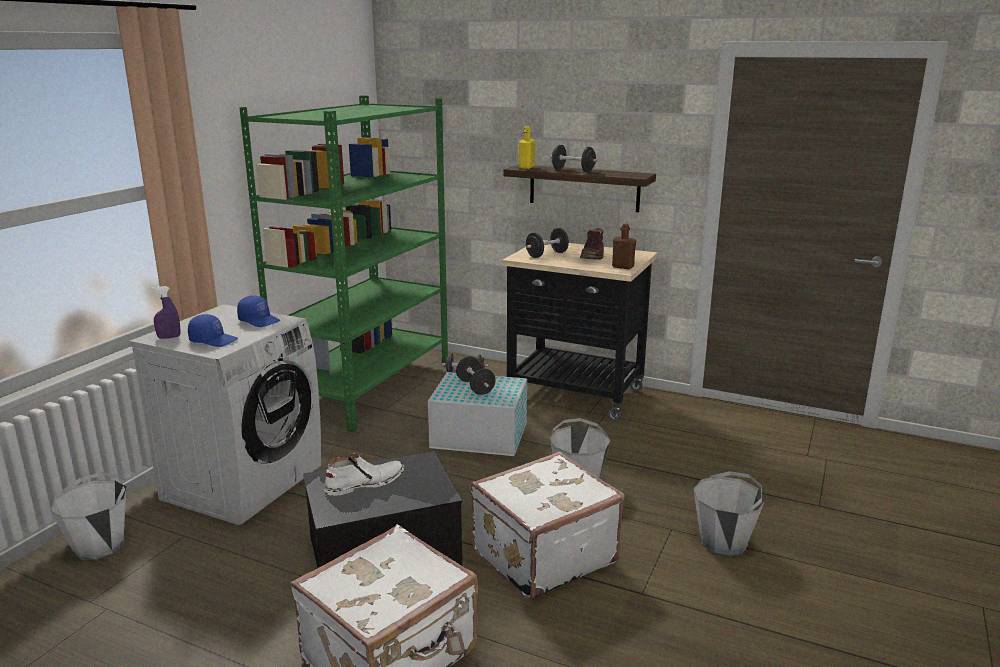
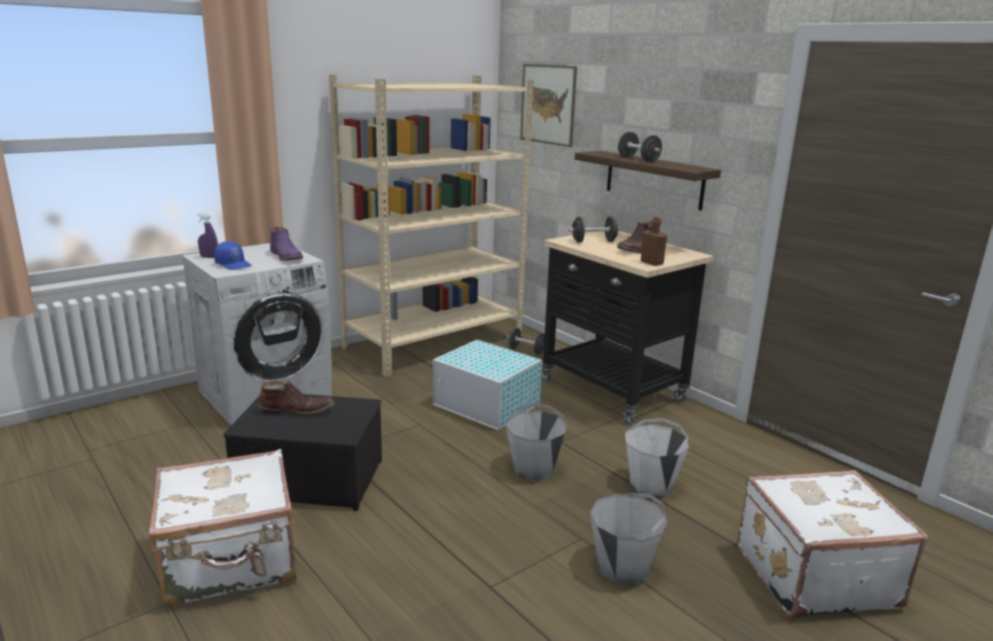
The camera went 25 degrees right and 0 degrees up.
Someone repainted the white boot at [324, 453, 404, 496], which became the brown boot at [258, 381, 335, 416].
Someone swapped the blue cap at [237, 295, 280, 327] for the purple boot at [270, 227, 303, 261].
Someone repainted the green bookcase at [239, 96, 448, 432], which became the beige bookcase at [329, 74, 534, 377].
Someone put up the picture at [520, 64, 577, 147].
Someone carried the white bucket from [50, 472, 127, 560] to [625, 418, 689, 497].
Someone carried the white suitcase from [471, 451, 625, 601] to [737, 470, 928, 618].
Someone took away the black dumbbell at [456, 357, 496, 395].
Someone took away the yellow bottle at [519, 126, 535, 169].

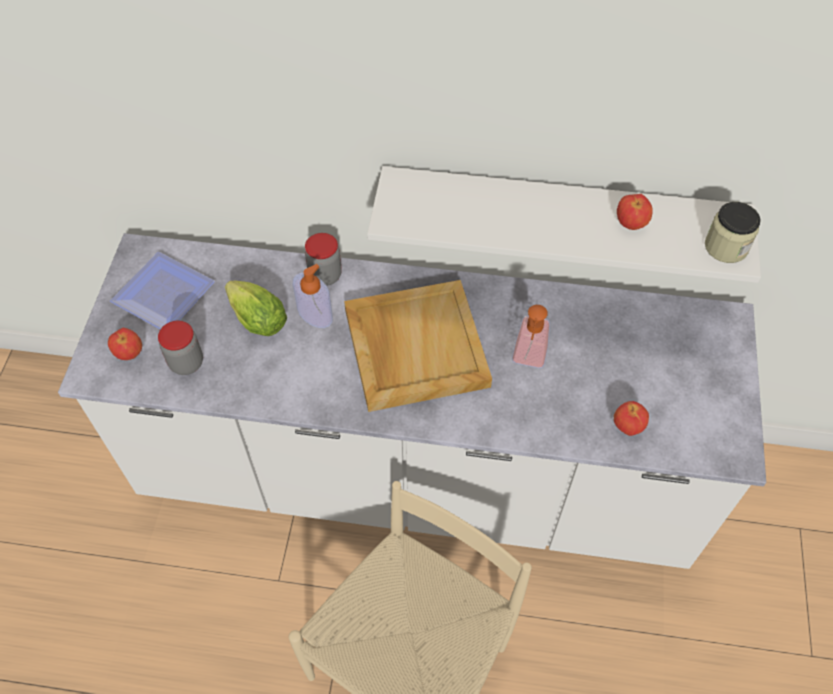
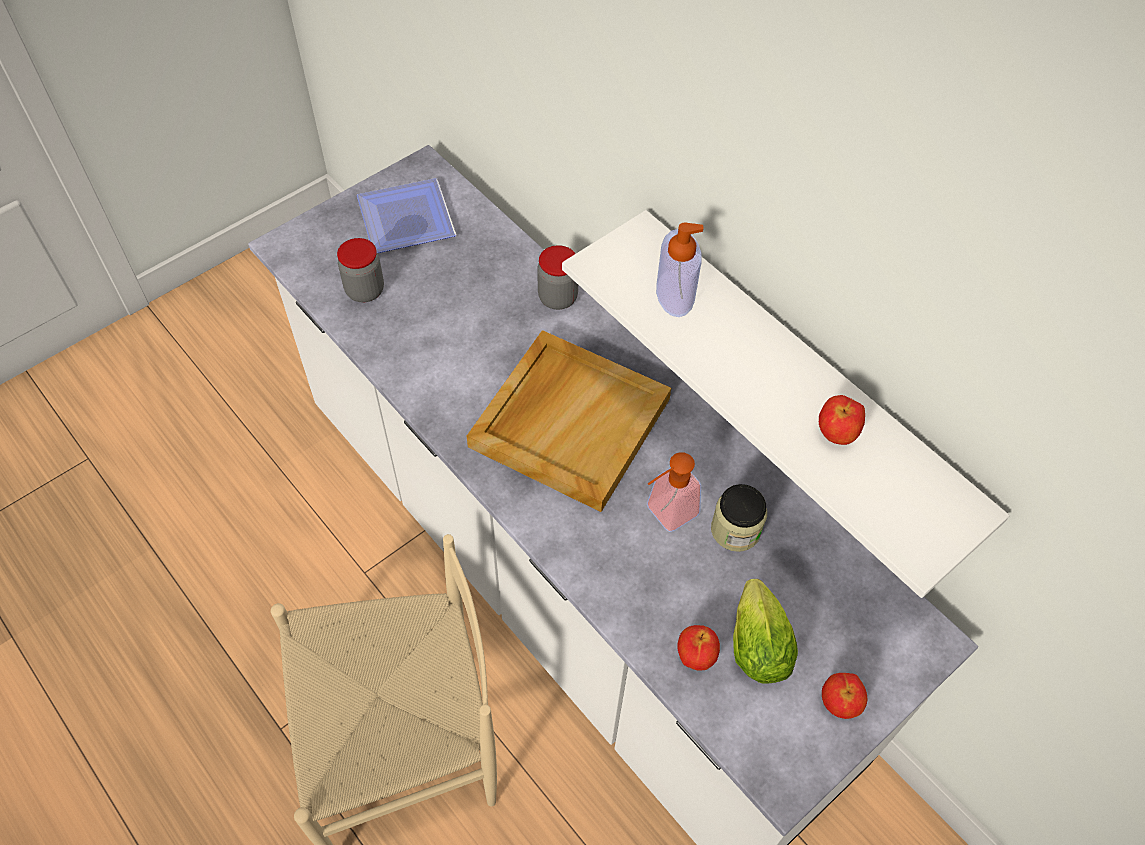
The camera went 40 degrees right and 0 degrees up.
Someone carried the soap dispenser from [293, 264, 333, 328] to [656, 222, 704, 317].
Someone carried the jar from [705, 202, 761, 263] to [711, 484, 767, 552].
Someone carried the lettuce from [225, 281, 287, 336] to [733, 579, 798, 684].
Someone carried the apple from [108, 328, 142, 360] to [822, 673, 868, 719].

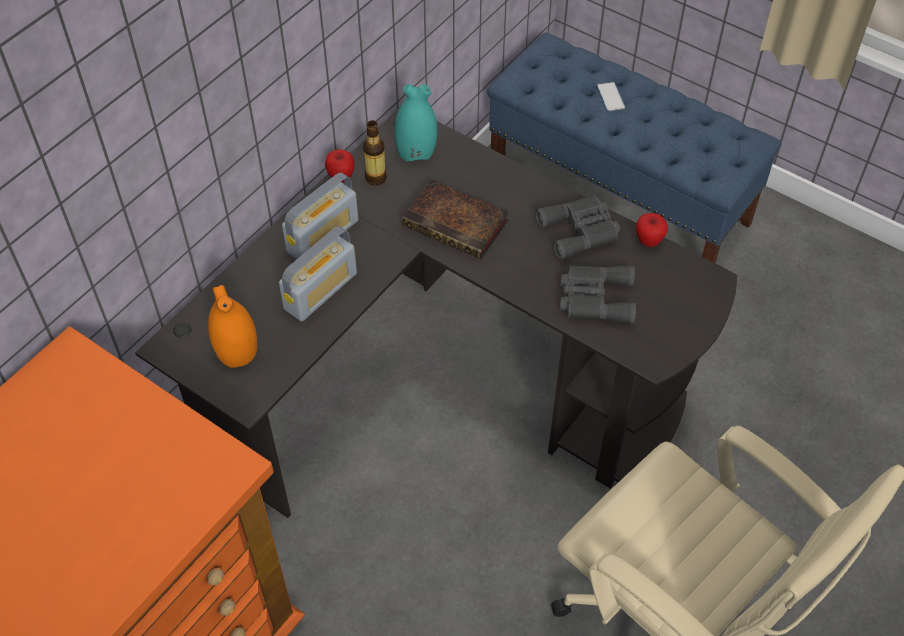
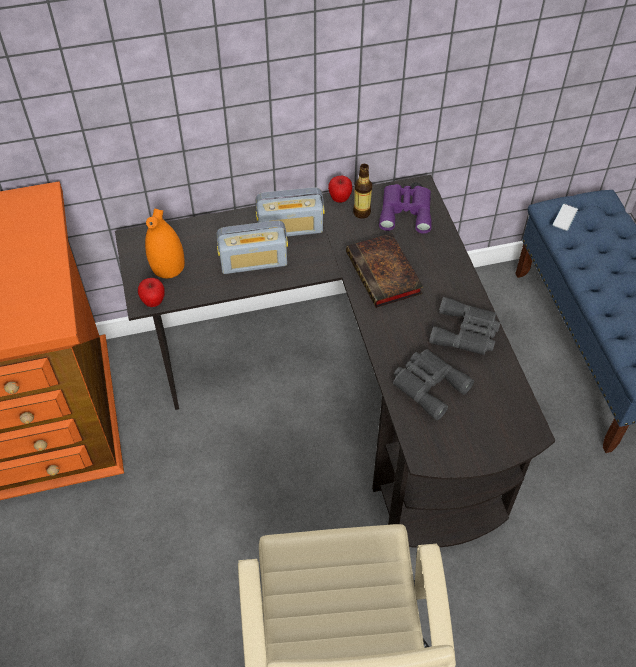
The camera went 40 degrees right and 0 degrees up.
Someone carried the apple from [636, 213, 668, 247] to [138, 278, 164, 307].
Someone swapped the turquoise vase at [395, 83, 437, 161] for the purple binoculars at [379, 184, 432, 234].
Someone carried the phone from [597, 82, 625, 111] to [552, 204, 578, 231].

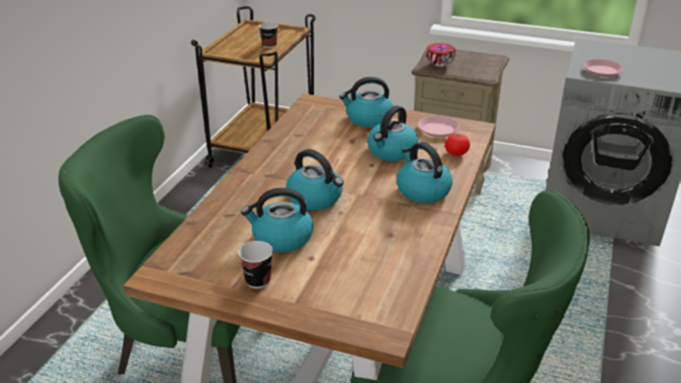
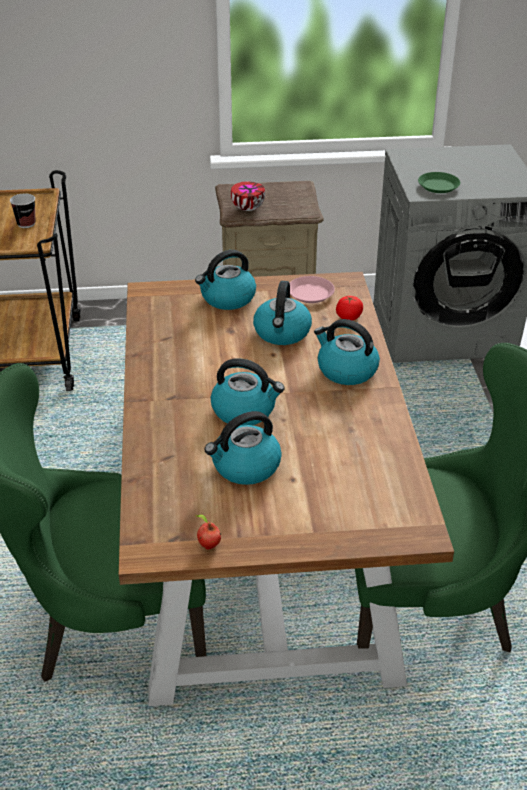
The camera went 25 degrees left and 5 degrees up.
Someone put down the apple at [195, 515, 221, 550].
Someone repainted the pink plate at [584, 59, 623, 77], which became the green plate at [418, 172, 460, 193].
Someone took away the cup at [238, 241, 273, 288].

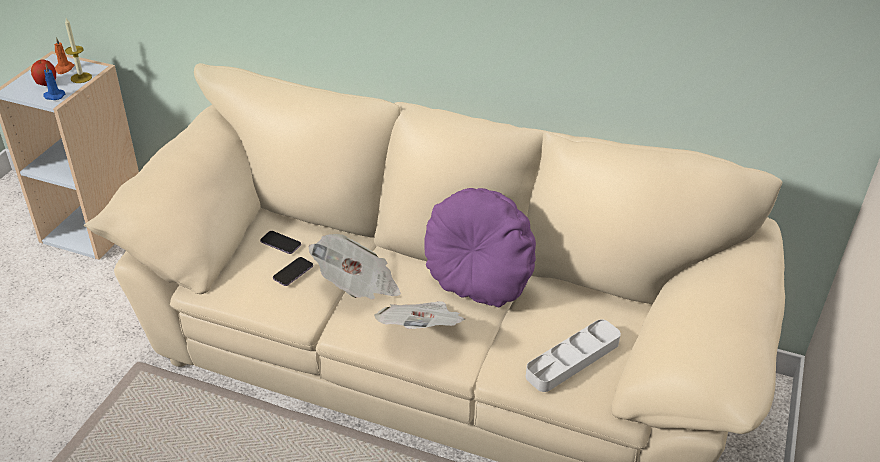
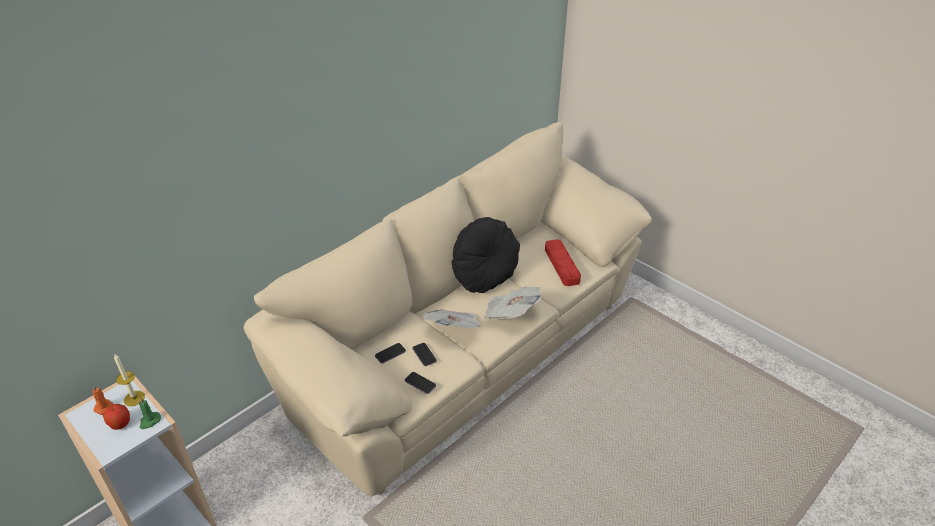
The camera went 65 degrees left and 0 degrees up.
Someone repainted the blue candle at [43, 65, 65, 100], which became the green candle at [139, 397, 161, 429].
Someone put down the phone at [405, 372, 436, 394].
Someone repainted the purple pillow at [424, 188, 536, 307], which became the black pillow at [451, 217, 520, 293].
Someone repainted the grey tray at [526, 319, 621, 392], which became the red tray at [545, 239, 581, 286].

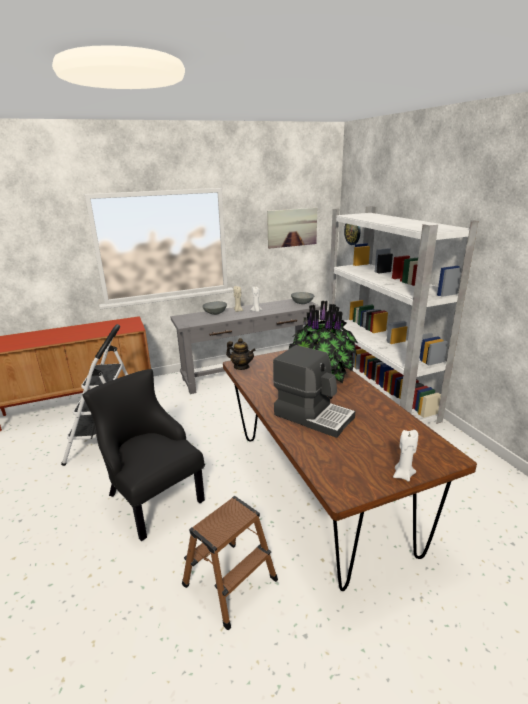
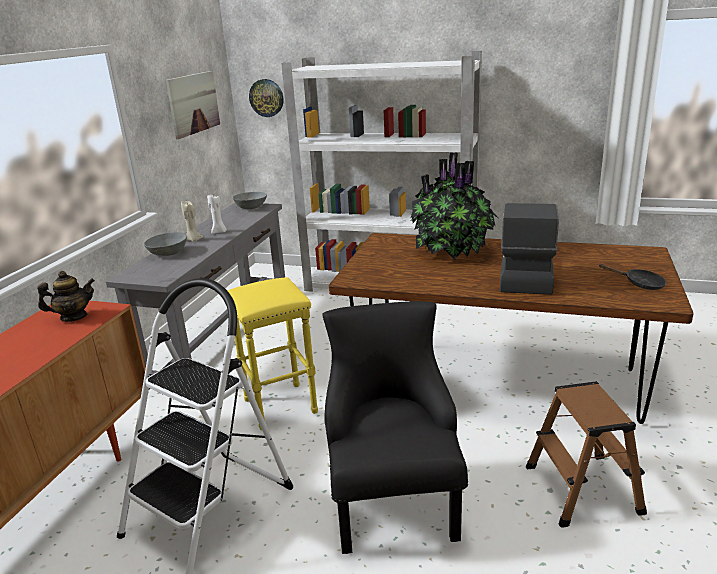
The camera went 50 degrees left and 0 degrees up.
Someone carried the teapot from [226, 338, 256, 370] to [37, 271, 95, 322].
Someone put down the yellow stool at [227, 277, 318, 430].
Someone rotated the black chair at [83, 369, 205, 541] by 90 degrees clockwise.
Someone rotated the coffee machine at [273, 345, 355, 438] by 60 degrees counterclockwise.
Someone put down the black frying pan at [599, 264, 666, 290].
Someone took away the white candle at [393, 430, 418, 481].

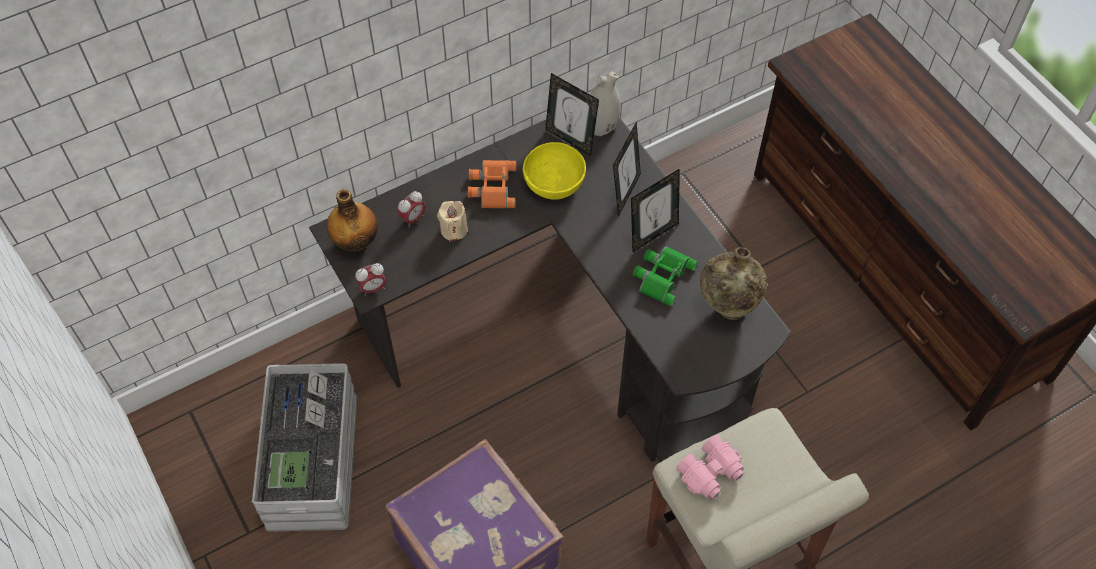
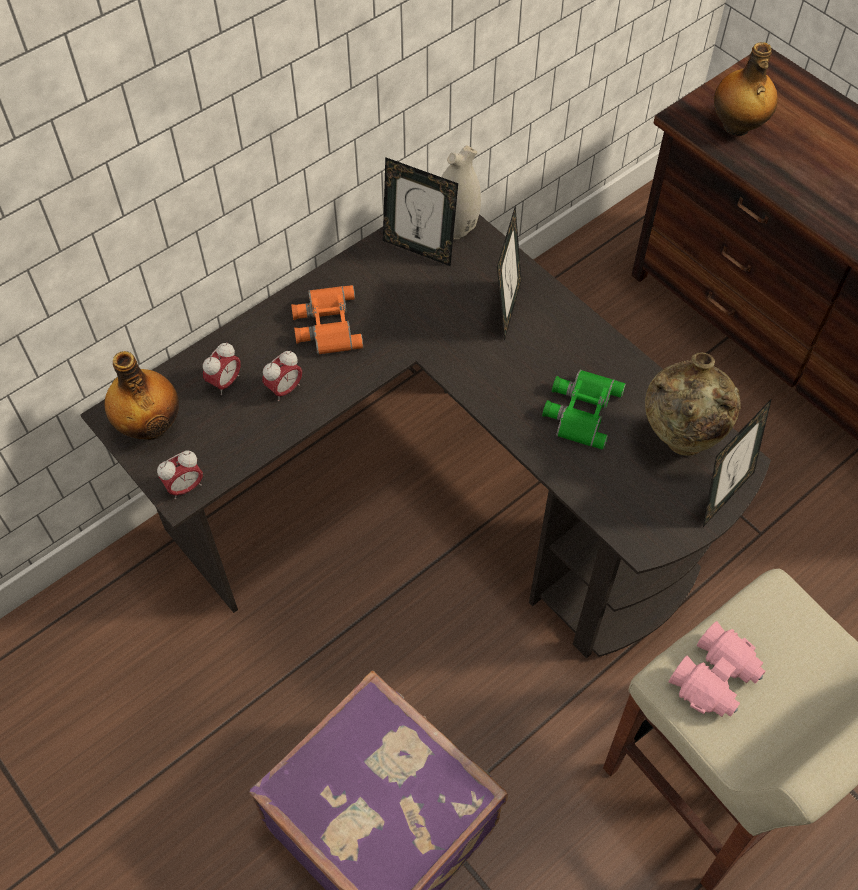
The camera went 10 degrees left and 0 degrees up.
Someone swapped the beige candle at [437, 201, 468, 242] for the alarm clock at [262, 351, 302, 401].
Someone carried the picture frame from [631, 168, 680, 252] to [703, 398, 772, 527].
Someone put down the bottle at [714, 42, 778, 136].
Someone took away the grey storage box at [251, 363, 357, 532].
Someone took away the yellow bowl at [523, 142, 586, 200].

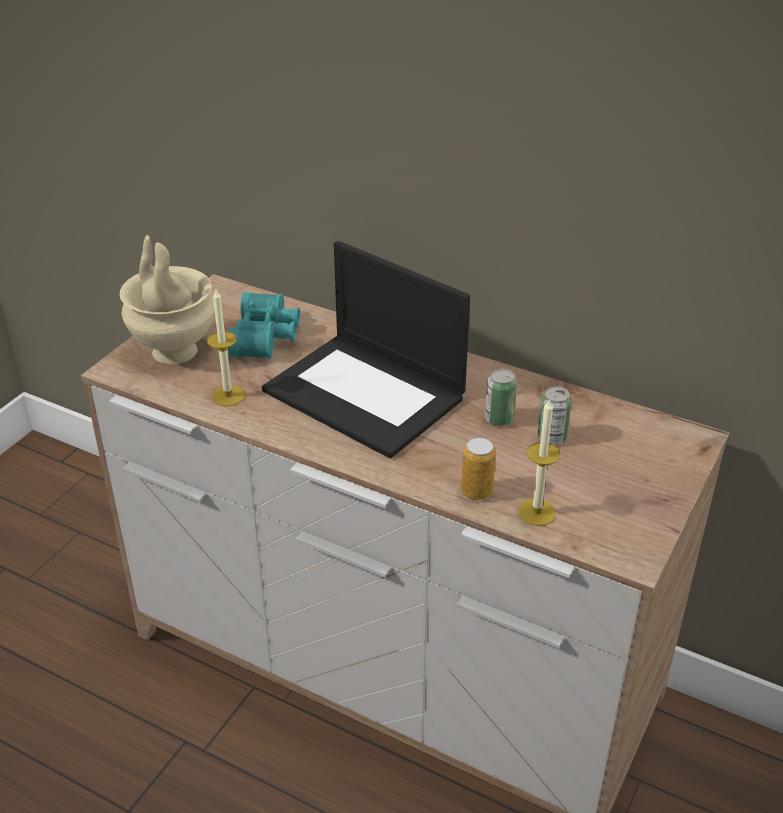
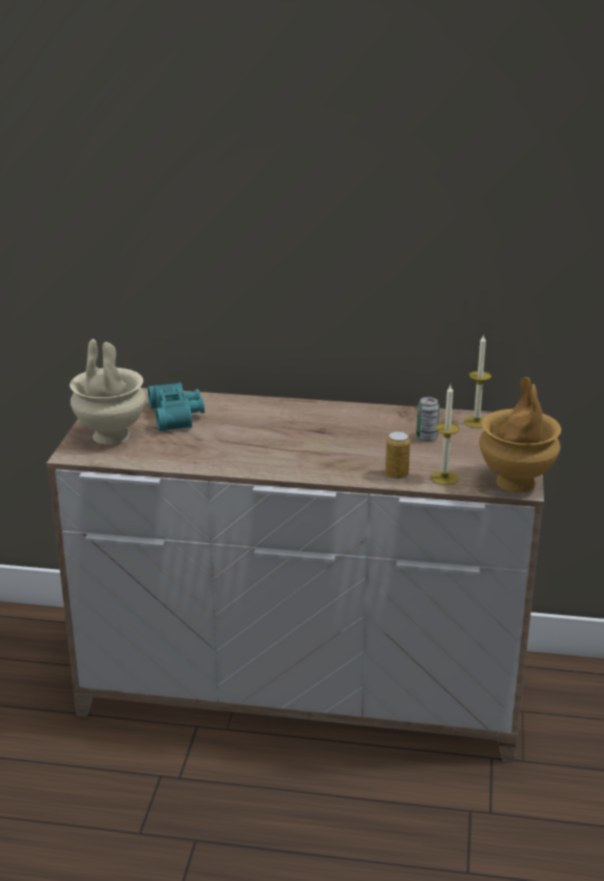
The camera went 20 degrees left and 10 degrees down.
Someone carried the candle from [207, 290, 245, 406] to [464, 334, 491, 428].
Someone put down the brown vase at [479, 377, 561, 492].
Someone took away the laptop at [262, 241, 470, 458].
Someone took away the can at [485, 369, 517, 426].

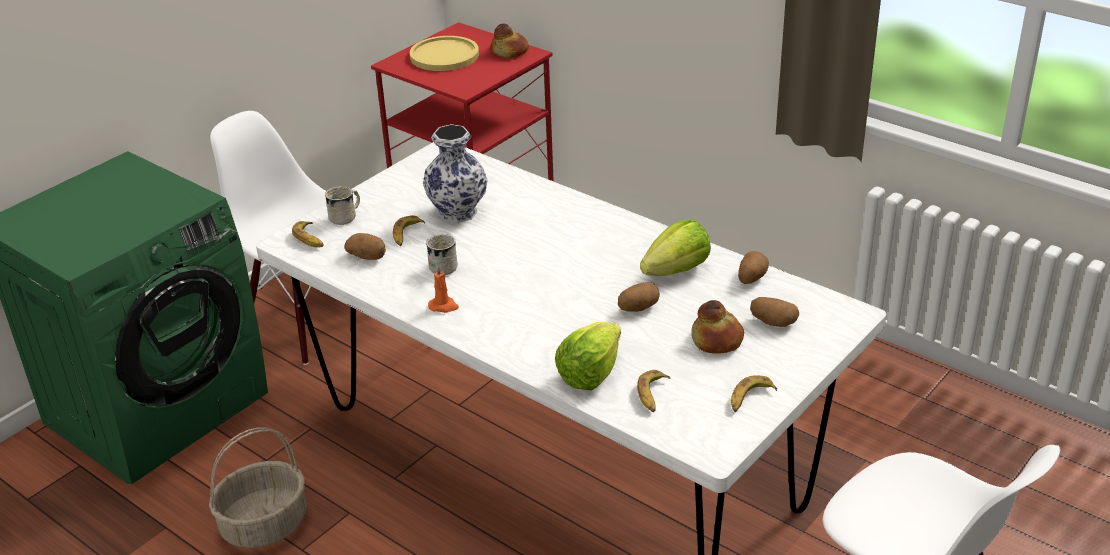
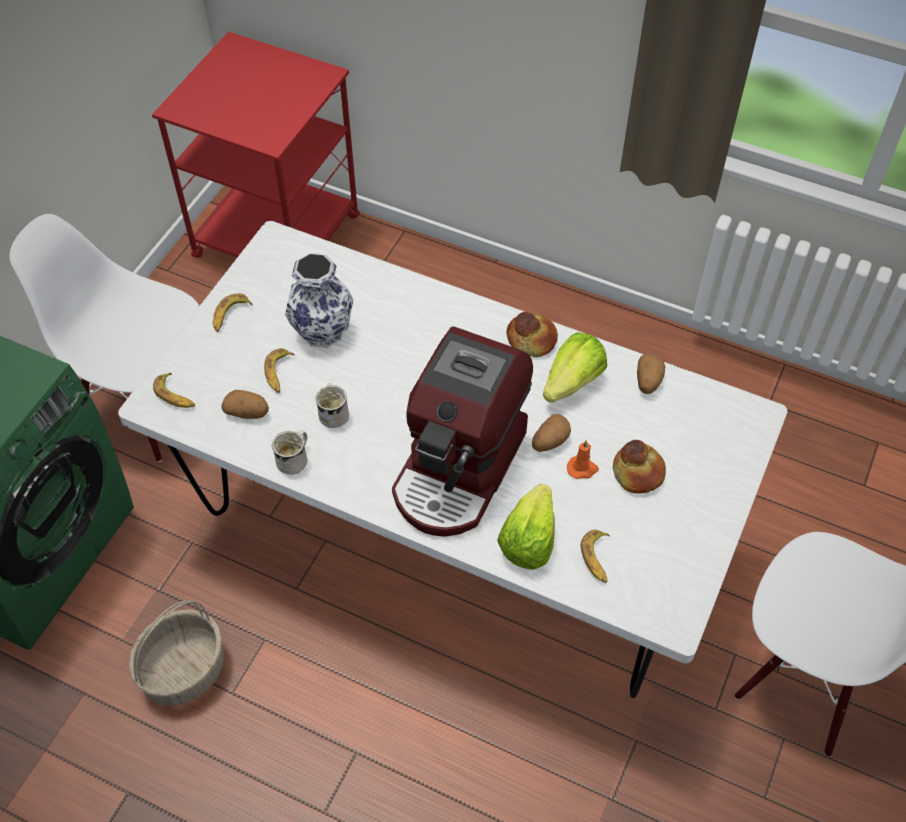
The camera went 15 degrees left and 20 degrees up.
Someone carried the banana from [731, 375, 777, 412] to [213, 294, 252, 332].
Someone carried the white mug from [325, 186, 360, 225] to [272, 430, 307, 475].
Someone put down the coffee machine at [392, 327, 533, 537].
Someone carried the bread from [491, 23, 529, 58] to [506, 312, 558, 357].
Someone carried the orange candle from [428, 265, 459, 313] to [567, 440, 599, 479].
Someone took away the yellow plate at [410, 36, 479, 71].
Someone took away the potato at [750, 297, 799, 327].

